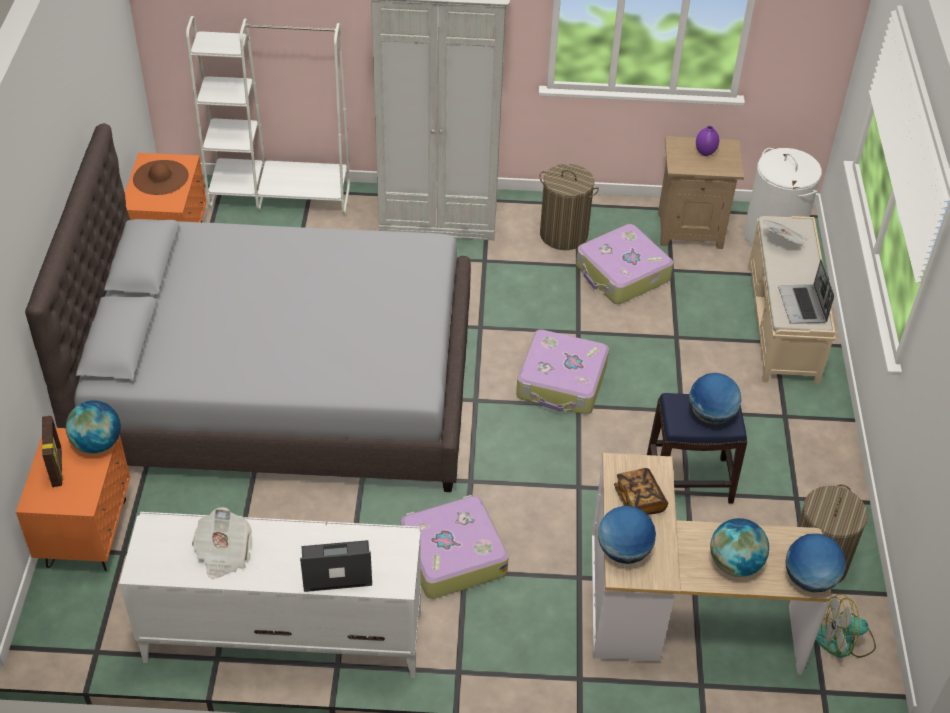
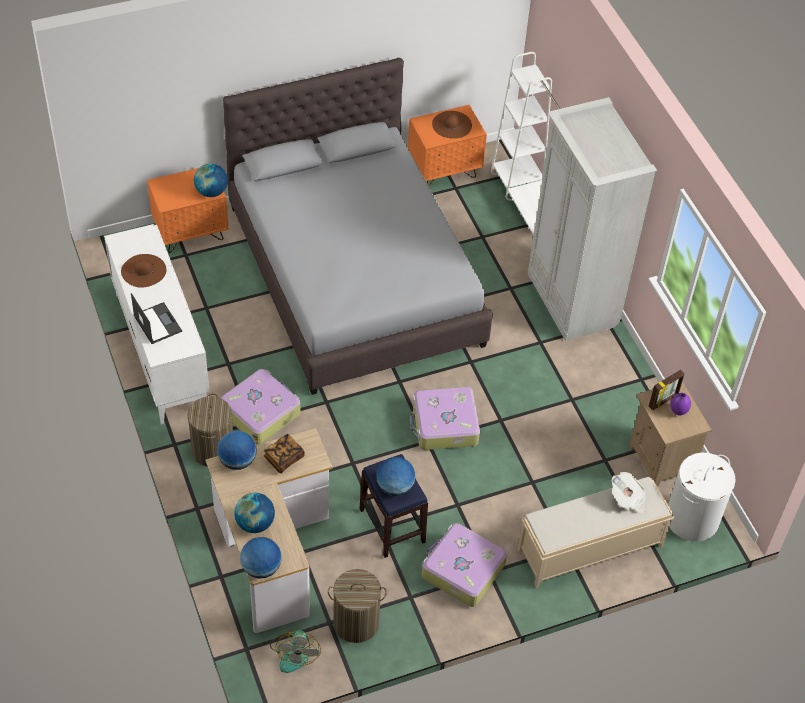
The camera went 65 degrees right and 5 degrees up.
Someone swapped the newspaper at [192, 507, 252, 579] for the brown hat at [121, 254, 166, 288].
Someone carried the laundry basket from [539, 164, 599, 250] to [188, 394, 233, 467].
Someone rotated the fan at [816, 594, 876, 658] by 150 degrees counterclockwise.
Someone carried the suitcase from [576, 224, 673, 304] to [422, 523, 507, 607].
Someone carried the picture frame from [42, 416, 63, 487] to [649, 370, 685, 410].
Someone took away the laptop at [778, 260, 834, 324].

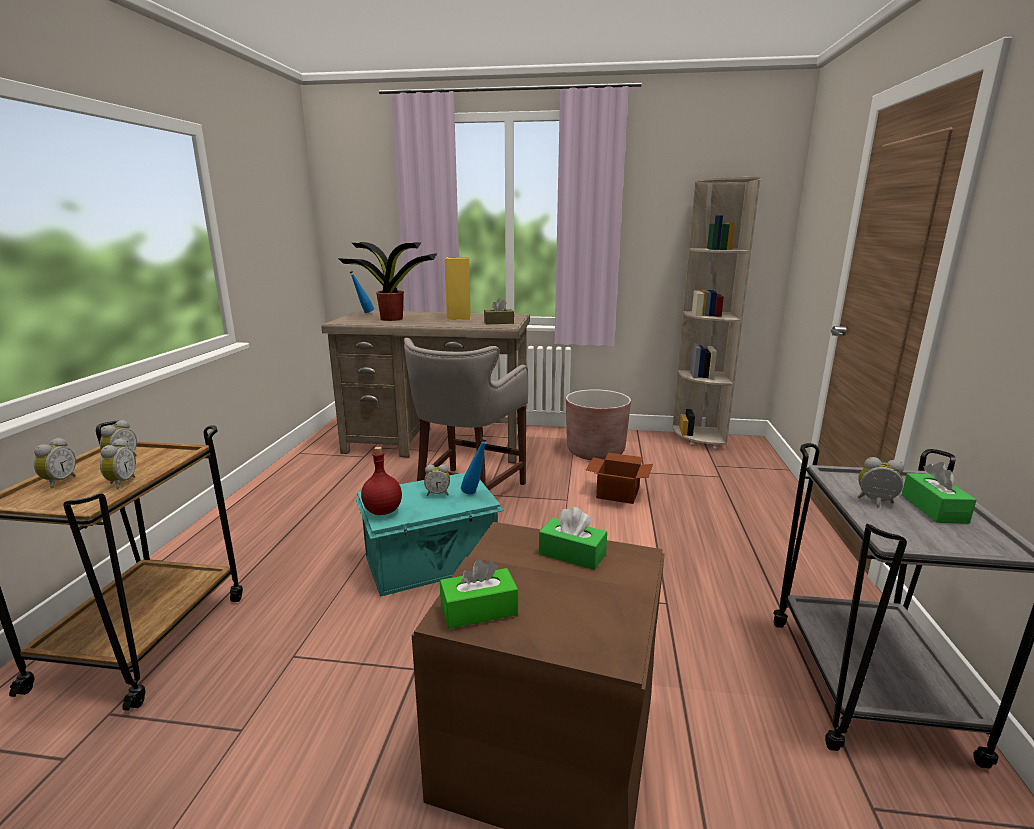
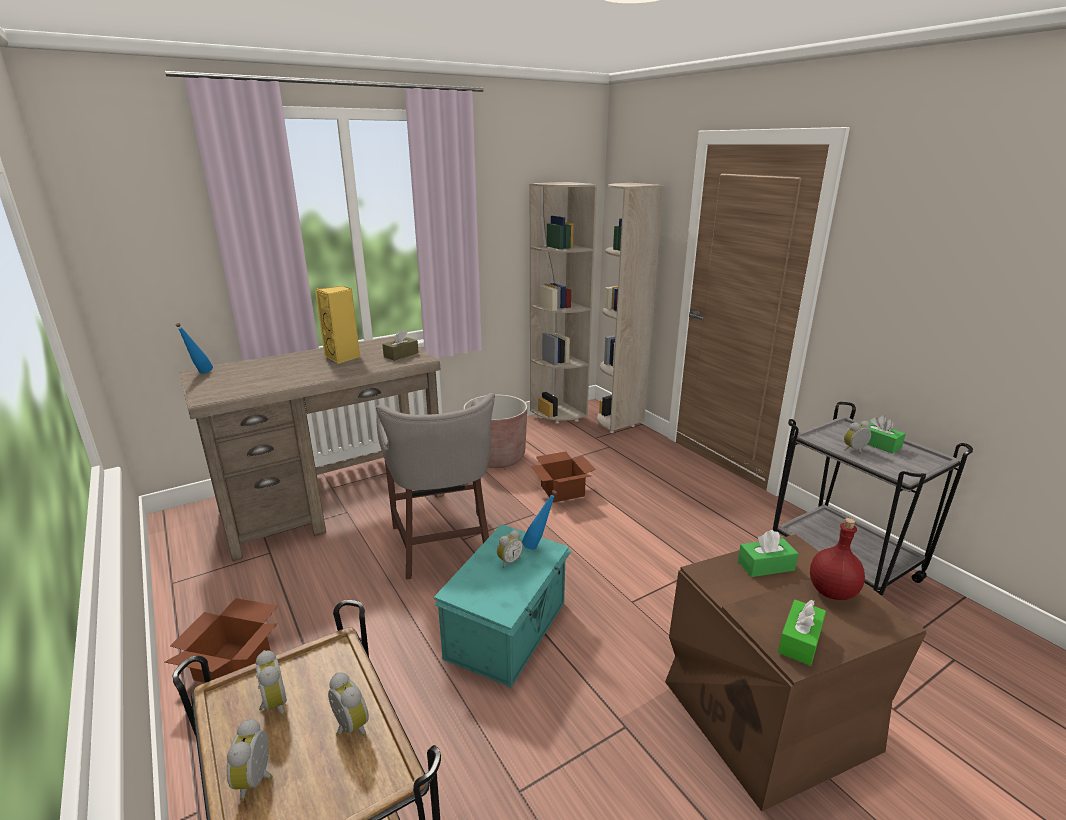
The camera went 40 degrees left and 5 degrees up.
Someone put down the cardboard box at [165, 598, 278, 683].
Someone rotated the alarm clock at [34, 437, 76, 488] by 150 degrees counterclockwise.
Someone put down the beige bookcase at [597, 183, 664, 433].
Someone carried the red bottle from [361, 447, 402, 515] to [810, 518, 865, 600].
Someone took away the potted plant at [338, 242, 438, 321].

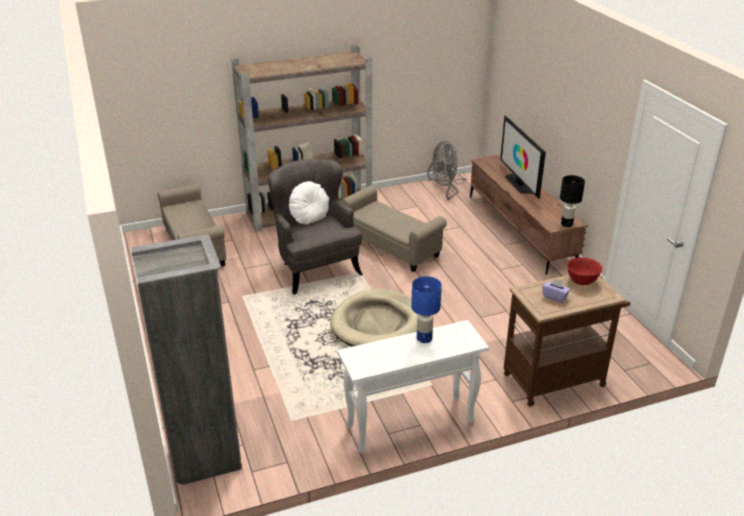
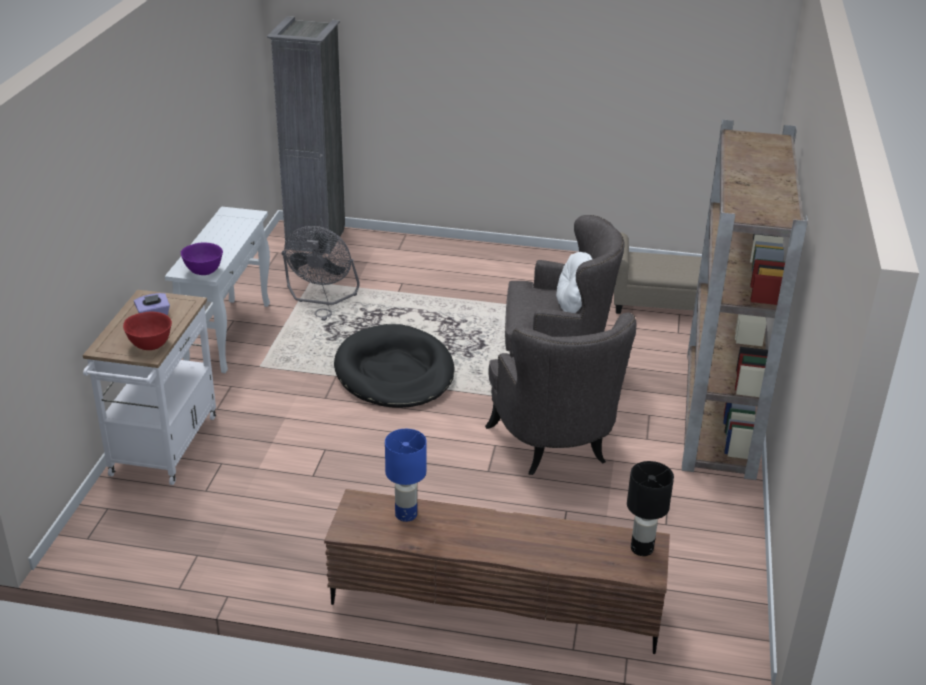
The camera went 120 degrees right and 0 degrees up.
Someone repainted the brown cart at [504, 275, 631, 407], which became the white cart at [83, 290, 216, 485].
Someone put down the purple bowl at [181, 243, 223, 275].
Someone carried the grey fan from [427, 141, 467, 200] to [282, 226, 360, 321].
Someone repainted the beige dog bed at [330, 289, 418, 347], which became the black dog bed at [334, 324, 455, 408].
Someone carried the blue table lamp from [411, 276, 442, 343] to [385, 429, 427, 522].
Someone swapped the beige ottoman at [341, 185, 447, 272] for the grey armchair at [485, 312, 636, 475].
Someone carried the black table lamp from [560, 175, 585, 227] to [627, 461, 674, 556].
Someone took away the television at [500, 115, 546, 199].

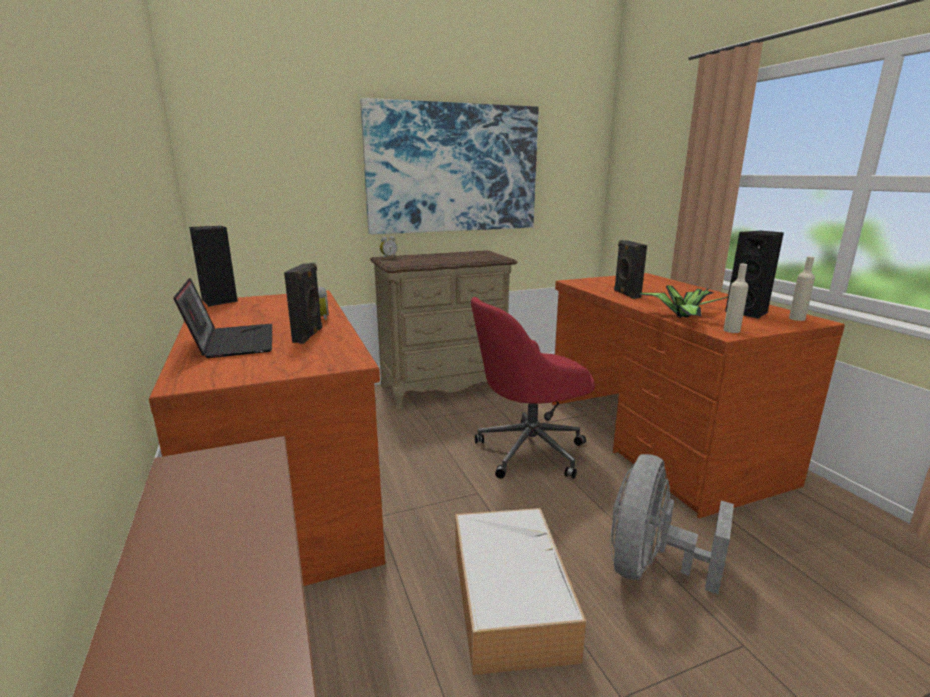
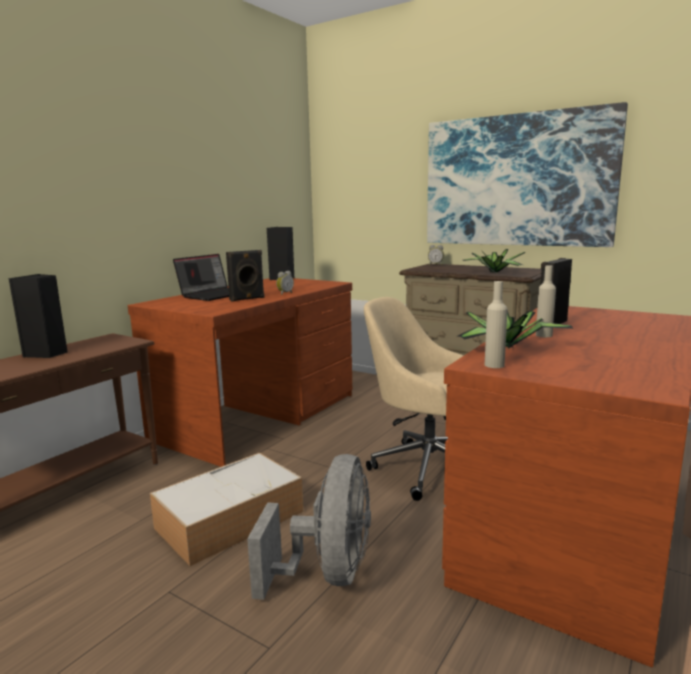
The camera went 55 degrees right and 5 degrees down.
Someone carried the black speaker from [725, 231, 784, 319] to [9, 274, 68, 358].
Someone rotated the grey fan at [610, 454, 734, 594] by 105 degrees clockwise.
Someone repainted the red office chair at [471, 297, 595, 479], which became the beige office chair at [364, 297, 464, 501].
Someone put down the potted plant at [463, 249, 526, 273].
Someone carried the beige bottle from [789, 256, 815, 321] to [536, 265, 556, 337].

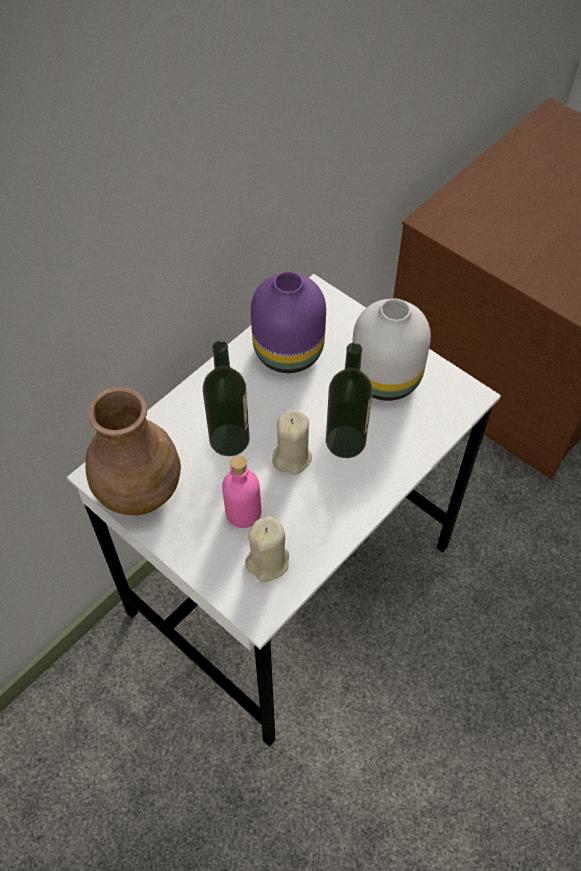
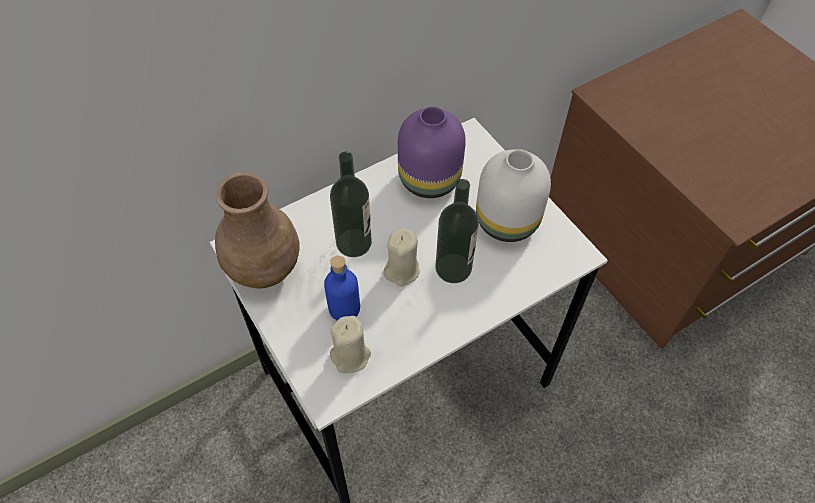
The camera went 15 degrees right and 0 degrees up.
Someone repainted the pink bottle at [222, 455, 261, 528], which became the blue bottle at [324, 256, 360, 321].

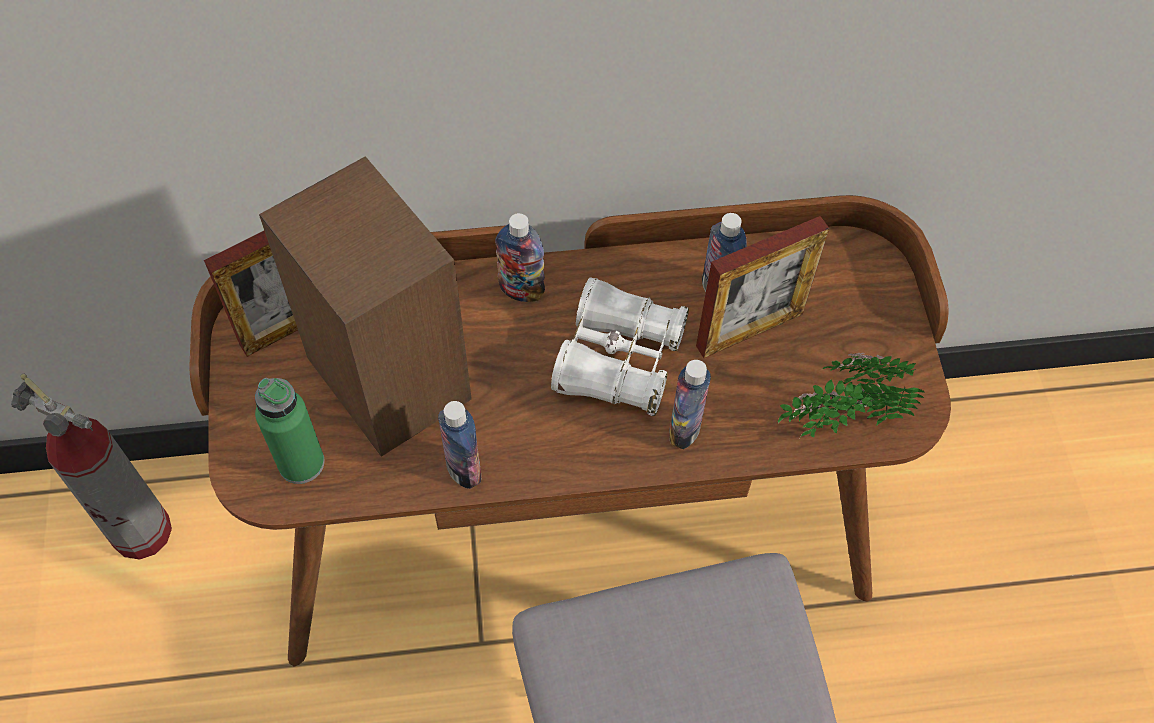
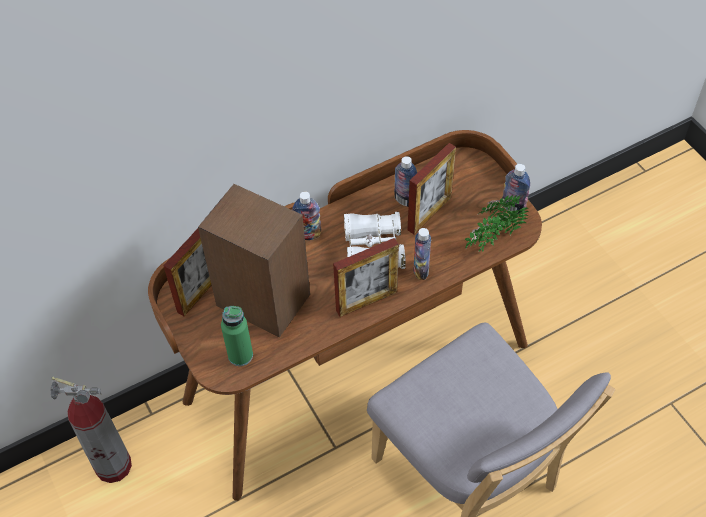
The camera went 20 degrees left and 5 degrees down.
Someone put down the picture frame at [333, 238, 399, 317].
Someone carried the bottle from [438, 401, 481, 489] to [502, 164, 530, 213].

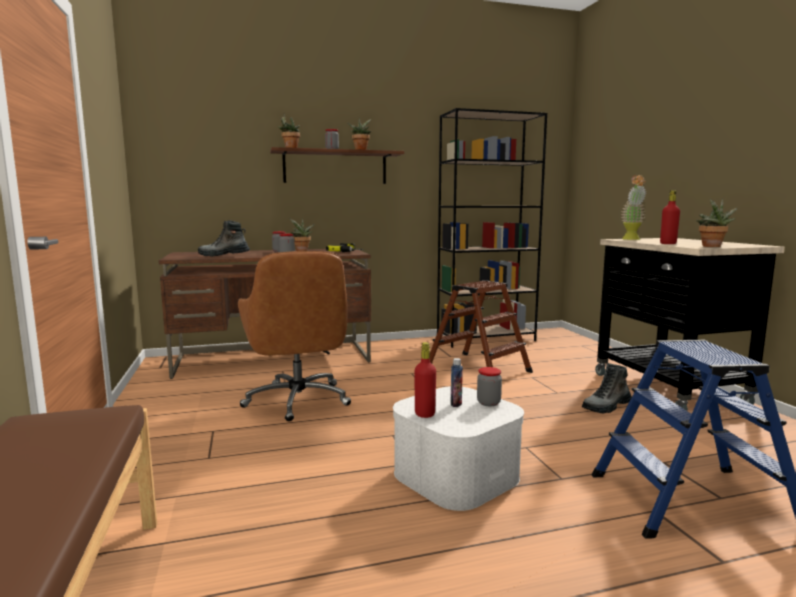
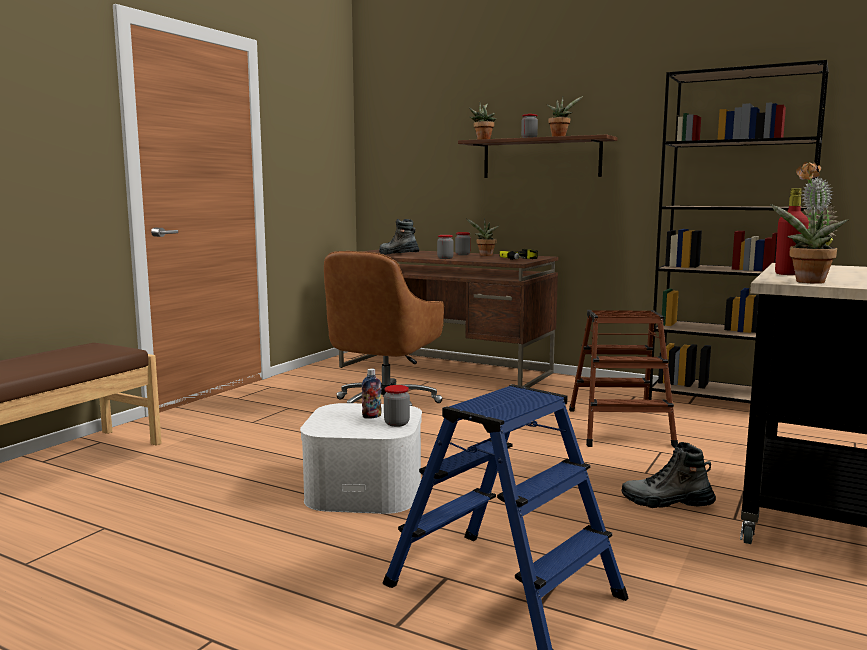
The camera went 45 degrees right and 0 degrees up.
Someone took away the red bottle at [414, 342, 436, 418].

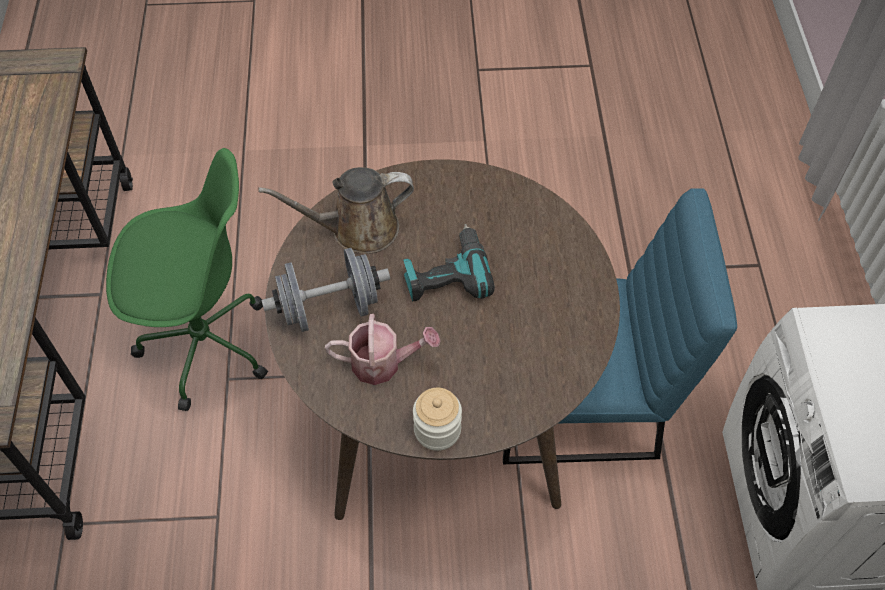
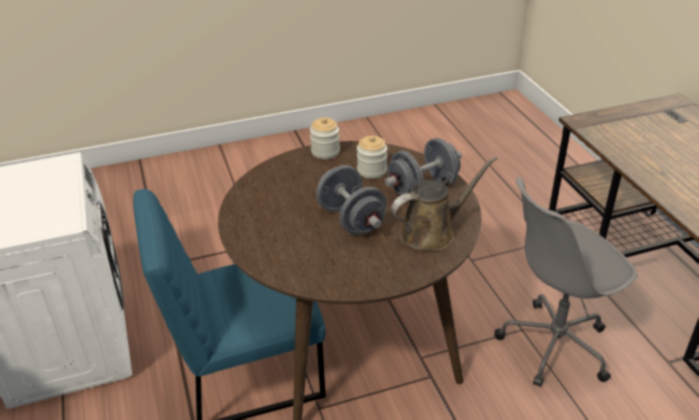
The camera went 165 degrees right and 20 degrees down.
Someone swapped the power drill at [403, 224, 495, 301] for the grey dumbbell at [316, 165, 387, 235].
Someone swapped the watering can at [325, 314, 440, 385] for the jar at [357, 135, 387, 179].
Someone repainted the green office chair at [106, 148, 268, 411], which became the grey office chair at [494, 177, 638, 387].

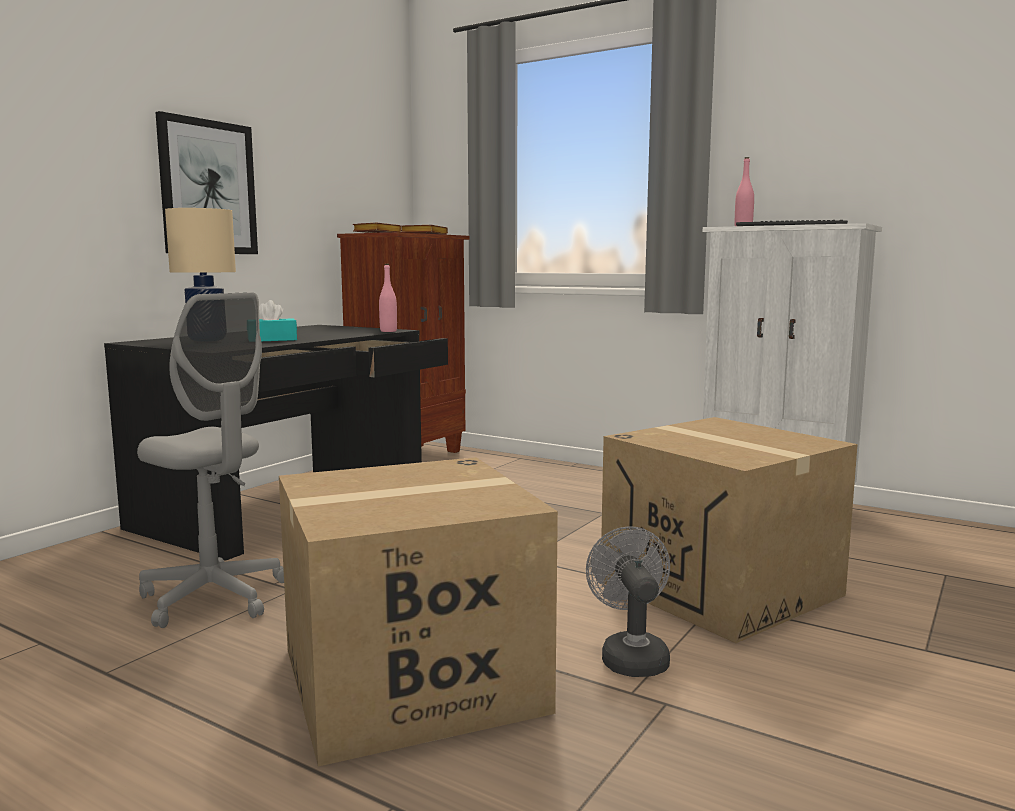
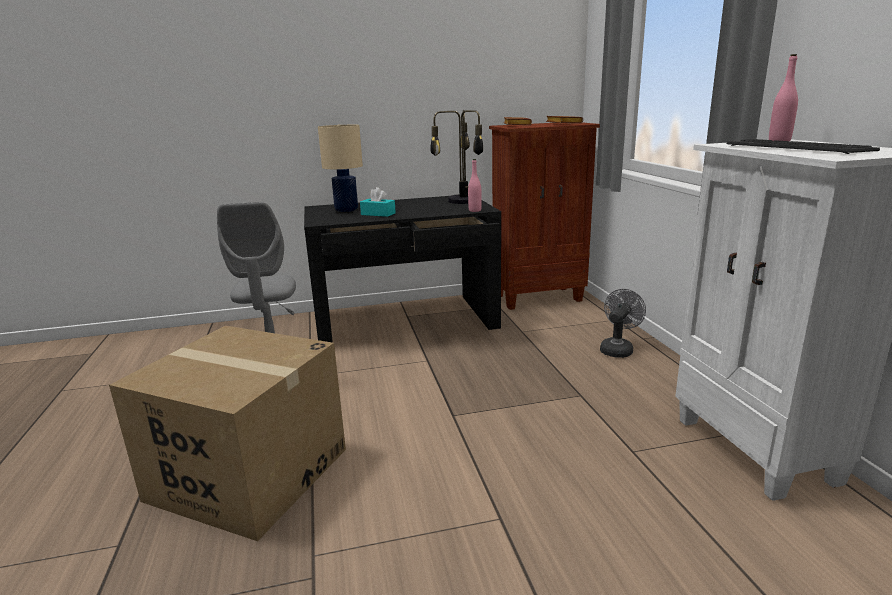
The camera went 45 degrees right and 10 degrees up.
Someone put down the table lamp at [431, 110, 483, 204].
Someone carried the grey fan from [586, 526, 670, 677] to [600, 289, 646, 358].
Someone took away the picture at [155, 111, 258, 254].
Someone took away the cardboard box at [601, 417, 858, 643].

